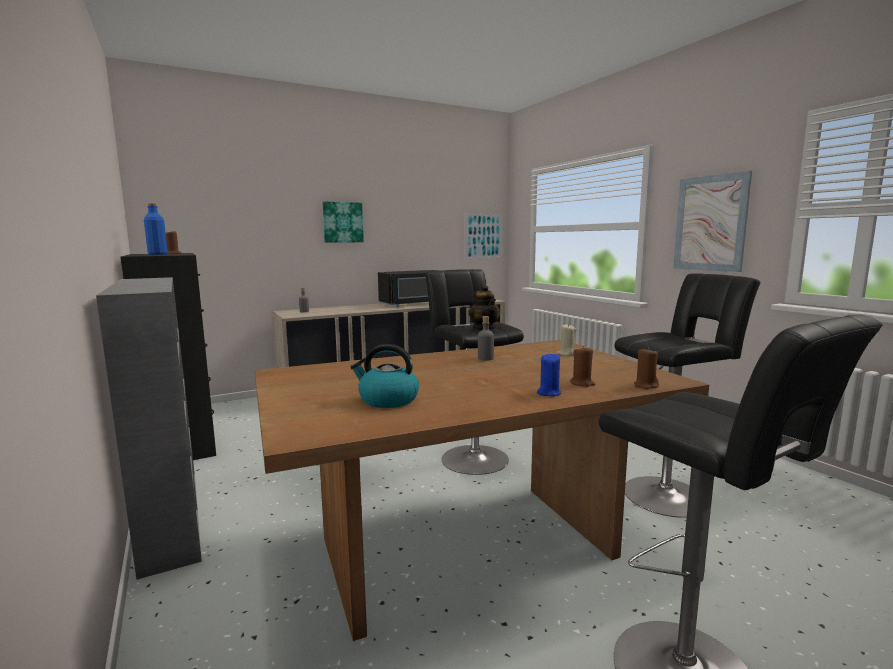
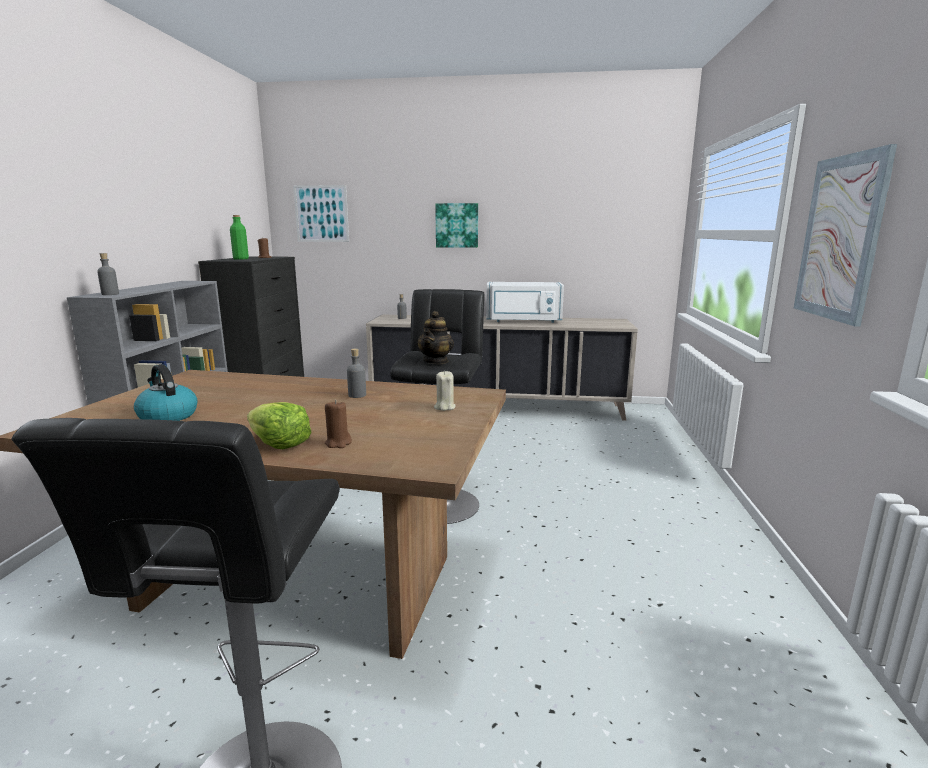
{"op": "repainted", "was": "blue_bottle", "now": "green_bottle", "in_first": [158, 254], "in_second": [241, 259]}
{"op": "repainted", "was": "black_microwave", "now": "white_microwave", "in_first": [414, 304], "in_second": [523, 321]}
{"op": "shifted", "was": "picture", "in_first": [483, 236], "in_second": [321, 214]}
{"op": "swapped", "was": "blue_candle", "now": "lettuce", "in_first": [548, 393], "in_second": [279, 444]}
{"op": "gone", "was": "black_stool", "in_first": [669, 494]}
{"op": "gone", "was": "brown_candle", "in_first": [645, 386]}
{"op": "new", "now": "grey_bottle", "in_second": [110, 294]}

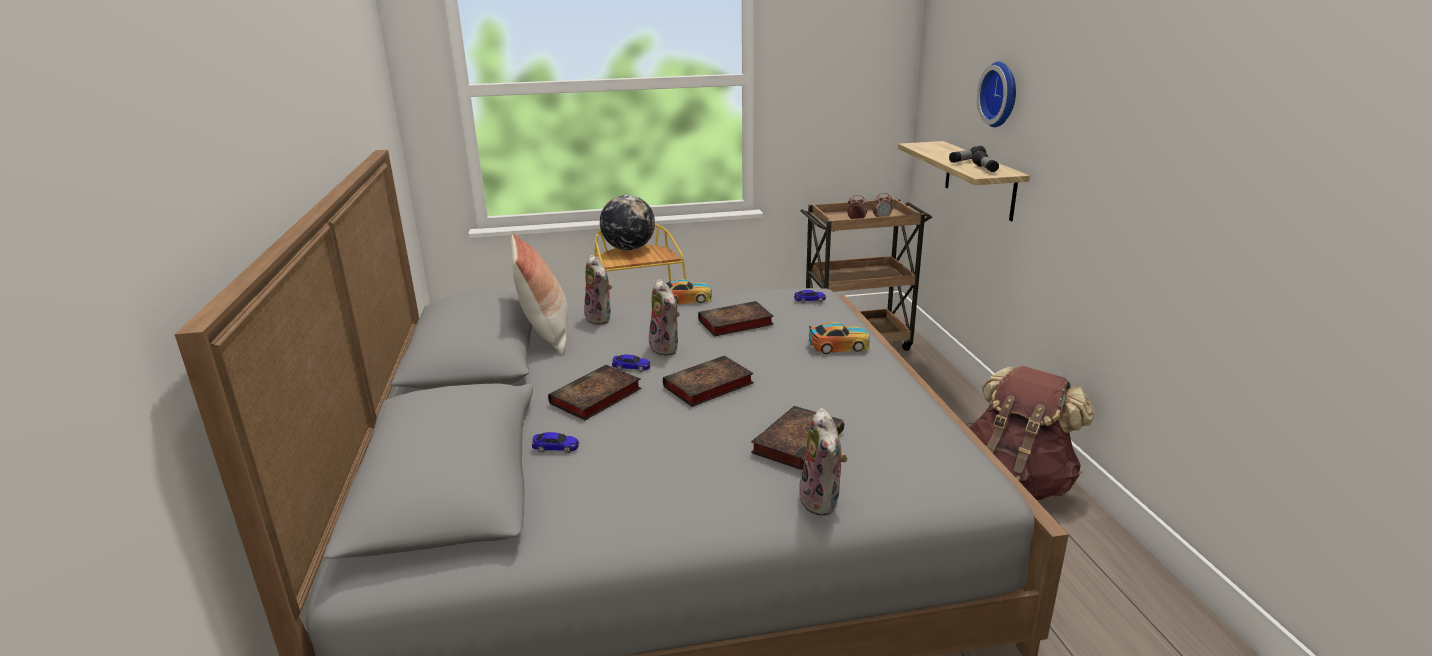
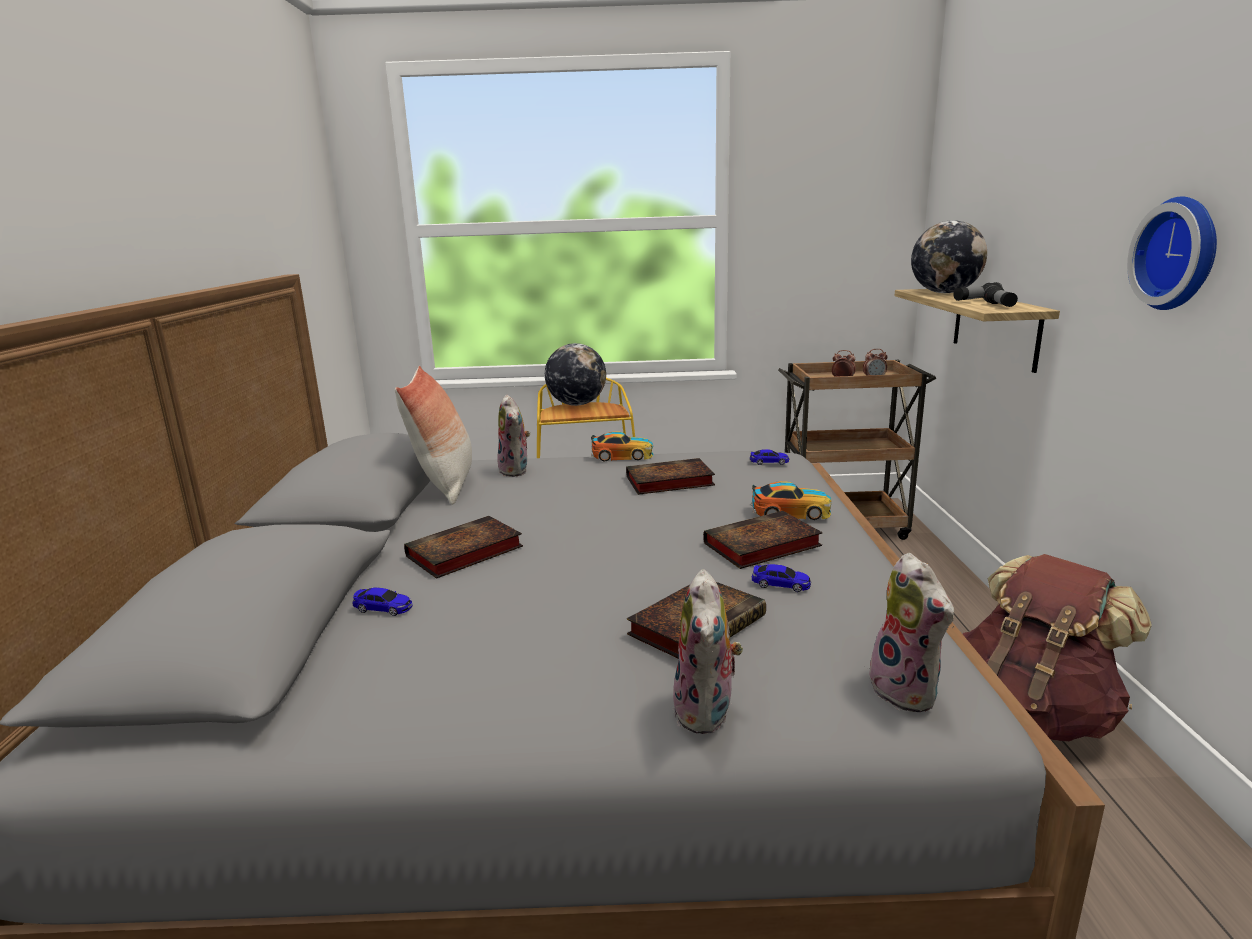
{"op": "shifted", "was": "toy_car", "in_first": [631, 367], "in_second": [781, 585]}
{"op": "shifted", "was": "plush_toy", "in_first": [667, 348], "in_second": [908, 691]}
{"op": "shifted", "was": "book", "in_first": [707, 386], "in_second": [760, 546]}
{"op": "shifted", "was": "wall_clock", "in_first": [1001, 94], "in_second": [1180, 254]}
{"op": "new", "now": "globe", "in_second": [944, 293]}

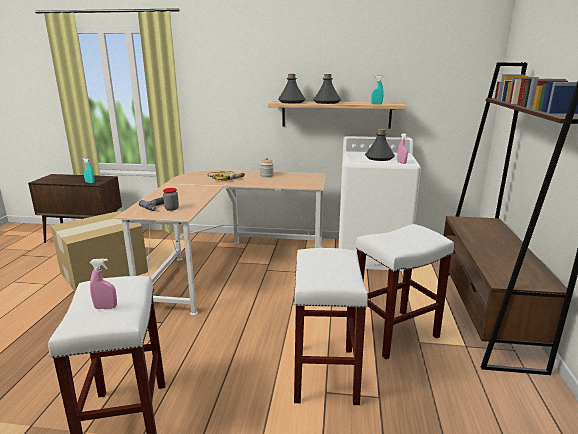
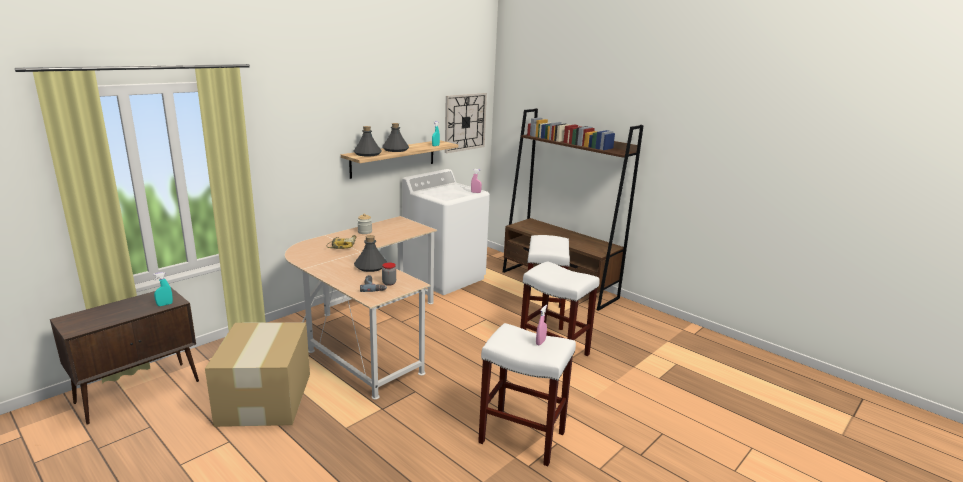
{"op": "shifted", "was": "grey_bottle", "in_first": [379, 158], "in_second": [370, 266]}
{"op": "new", "now": "wall_clock", "in_second": [465, 122]}

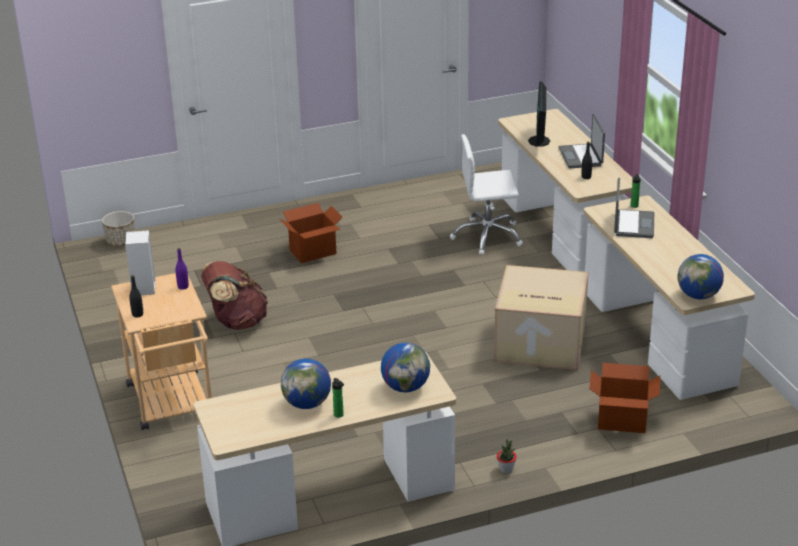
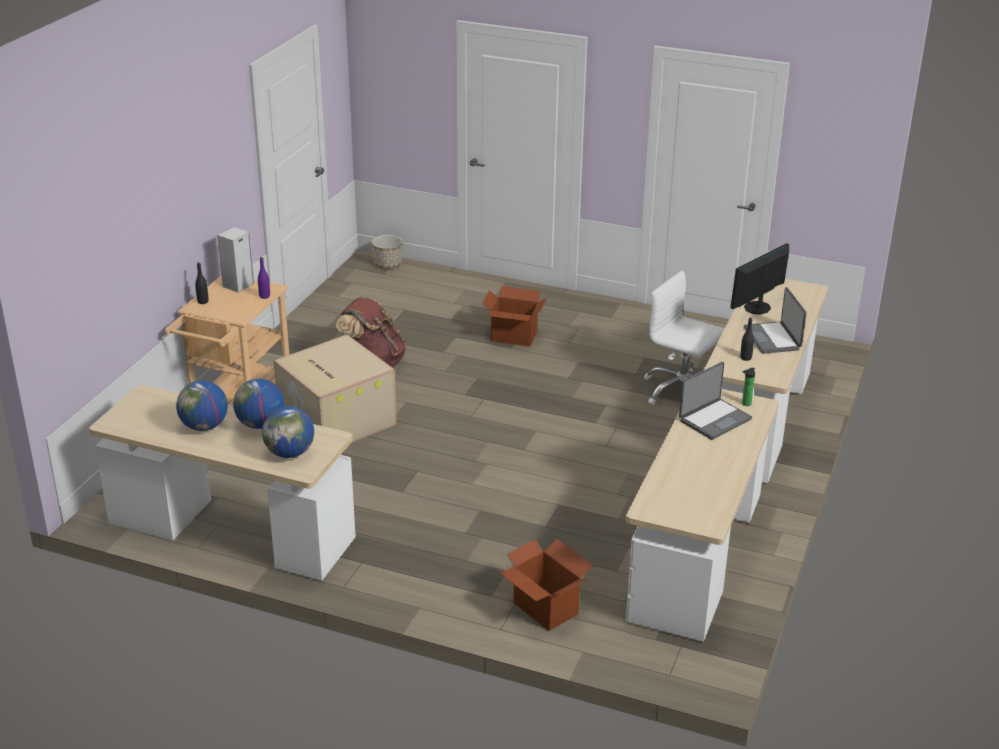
{"op": "gone", "was": "bottle", "in_first": [339, 415]}
{"op": "shifted", "was": "cardboard_box", "in_first": [539, 343], "in_second": [335, 419]}
{"op": "gone", "was": "potted_plant", "in_first": [506, 469]}
{"op": "rotated", "was": "laptop", "in_first": [581, 157], "in_second": [773, 338], "clockwise": -45}
{"op": "shifted", "was": "globe", "in_first": [698, 296], "in_second": [260, 424]}

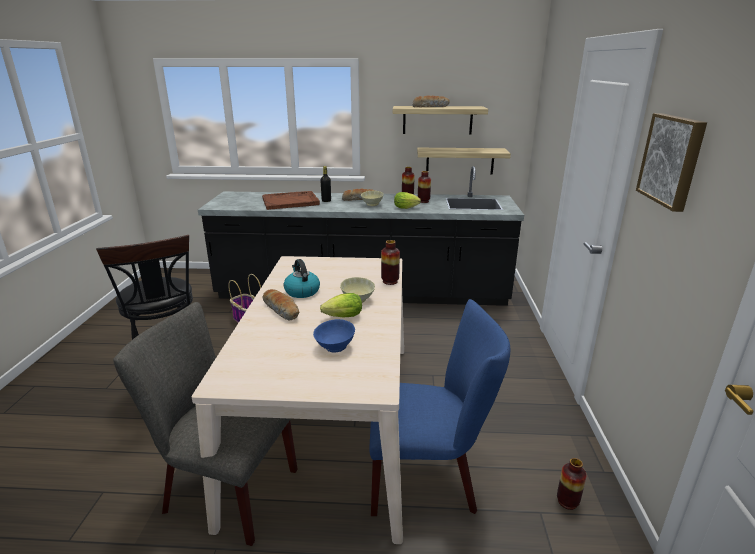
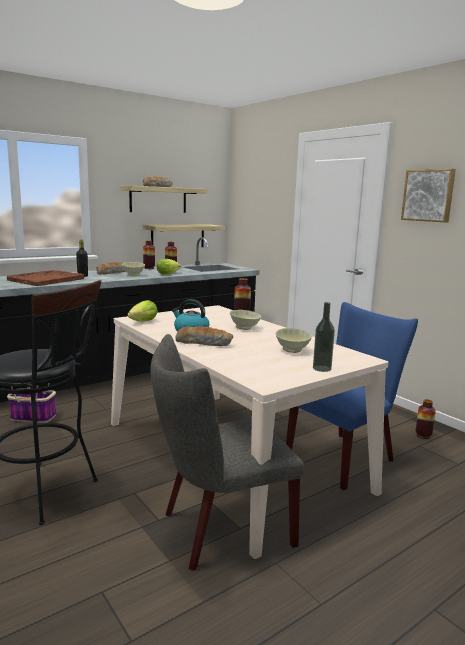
{"op": "repainted", "was": "blue_bowl", "now": "beige_bowl", "in_first": [334, 347], "in_second": [292, 350]}
{"op": "shifted", "was": "lettuce", "in_first": [341, 317], "in_second": [142, 322]}
{"op": "new", "now": "bottle", "in_second": [322, 368]}

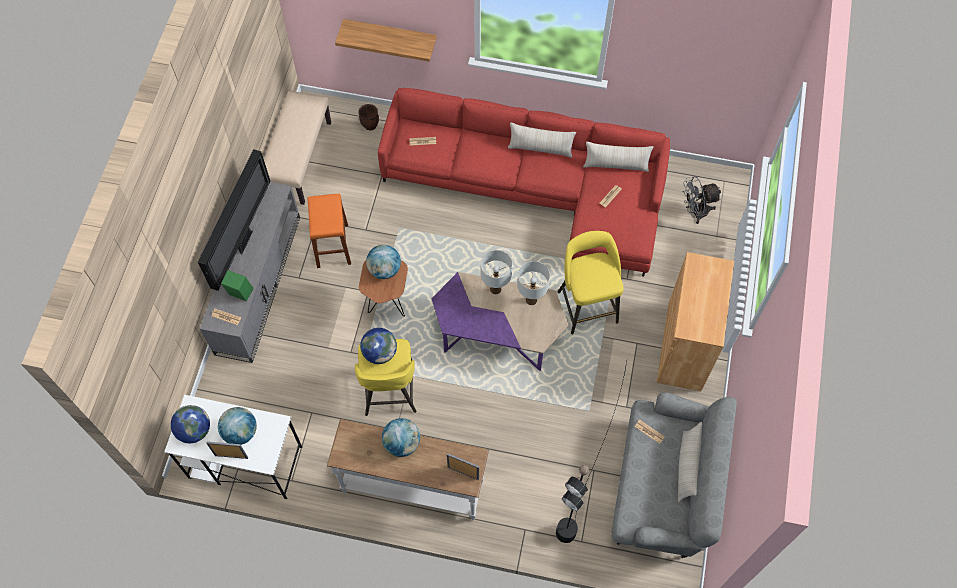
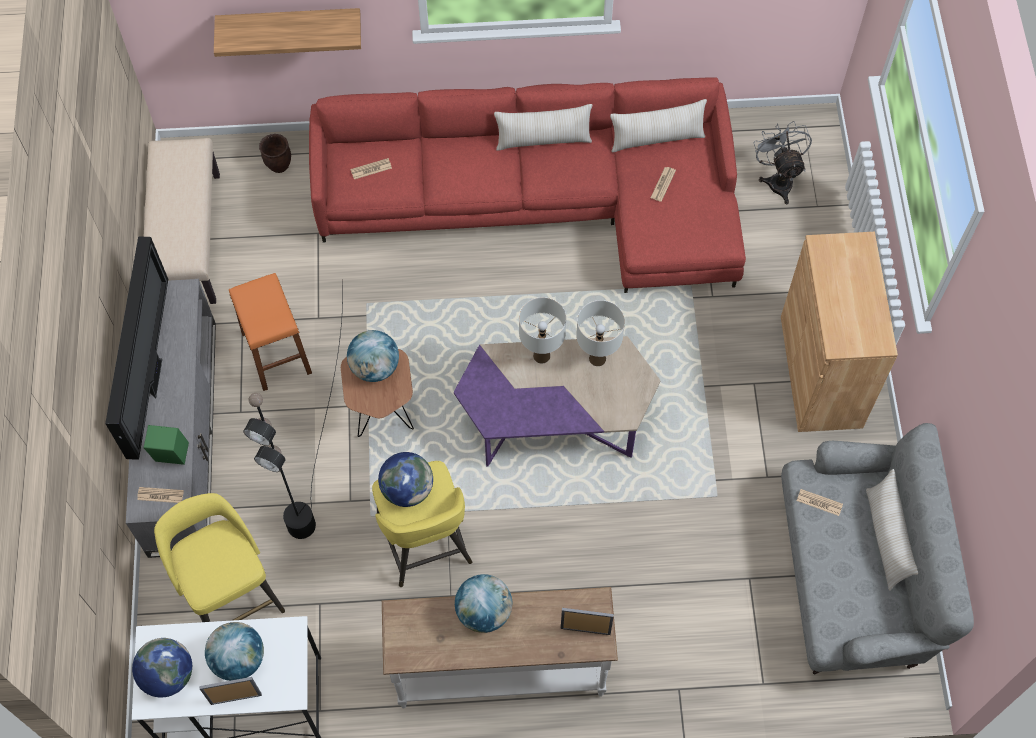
{"op": "shifted", "was": "black_floor_lamp", "in_first": [585, 482], "in_second": [316, 453]}
{"op": "shifted", "was": "yellow_stool", "in_first": [587, 305], "in_second": [231, 595]}
{"op": "rotated", "was": "grey_fan", "in_first": [695, 212], "in_second": [778, 179], "clockwise": 105}

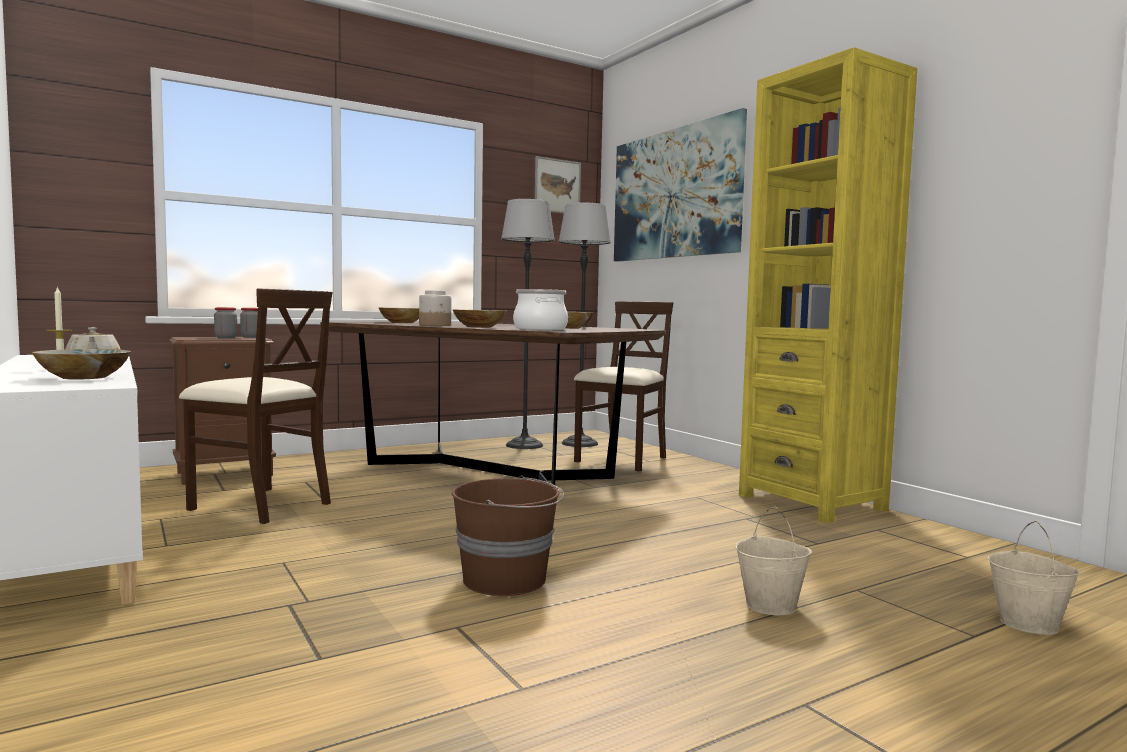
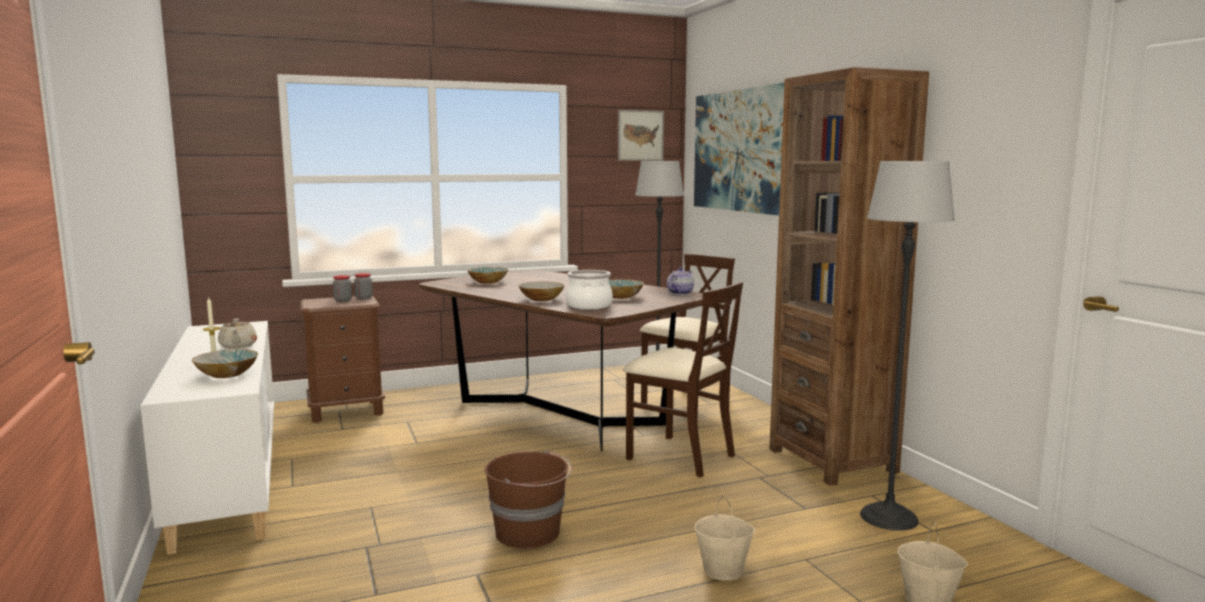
{"op": "shifted", "was": "beige_chair", "in_first": [261, 505], "in_second": [680, 456]}
{"op": "gone", "was": "jar", "in_first": [435, 325]}
{"op": "shifted", "was": "floor_lamp", "in_first": [524, 445], "in_second": [888, 517]}
{"op": "repainted", "was": "yellow_bookcase", "now": "brown_bookcase", "in_first": [811, 502], "in_second": [832, 460]}
{"op": "new", "now": "teapot", "in_second": [679, 293]}

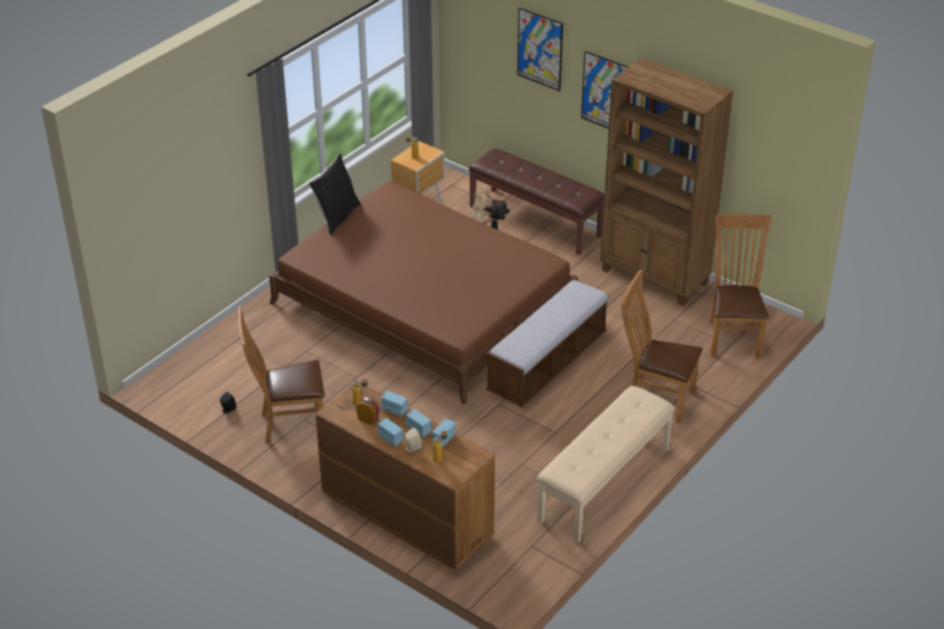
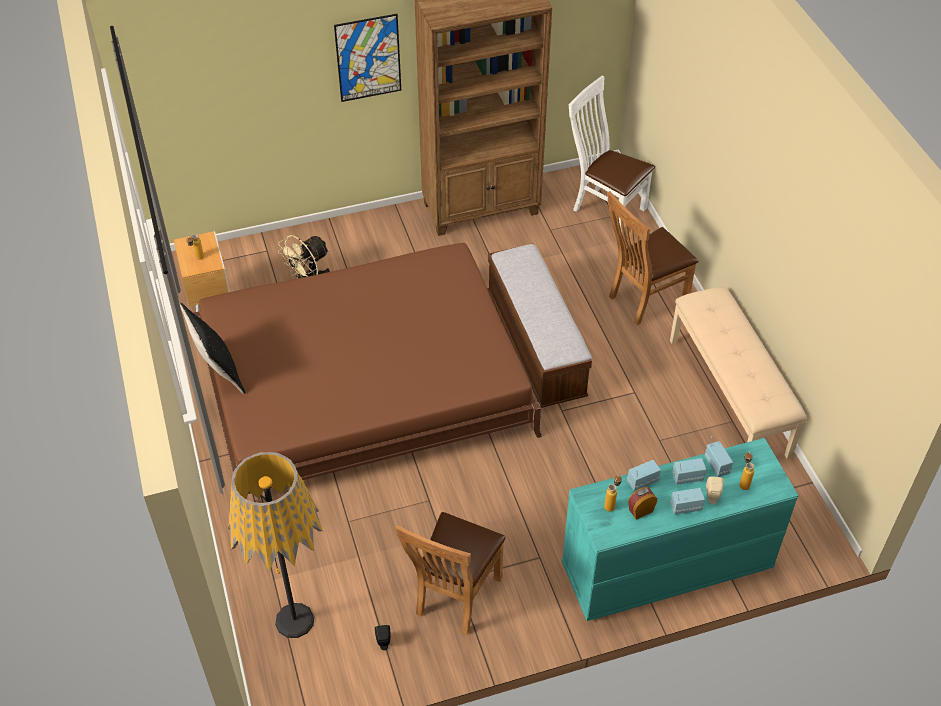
{"op": "repainted", "was": "brown_dresser", "now": "turquoise_dresser", "in_first": [406, 515], "in_second": [665, 567]}
{"op": "gone", "was": "brown_bench", "in_first": [536, 221]}
{"op": "gone", "was": "picture", "in_first": [540, 49]}
{"op": "repainted", "was": "brown_chair", "now": "white_chair", "in_first": [733, 337], "in_second": [605, 208]}
{"op": "new", "now": "floor_lamp", "in_second": [294, 620]}

